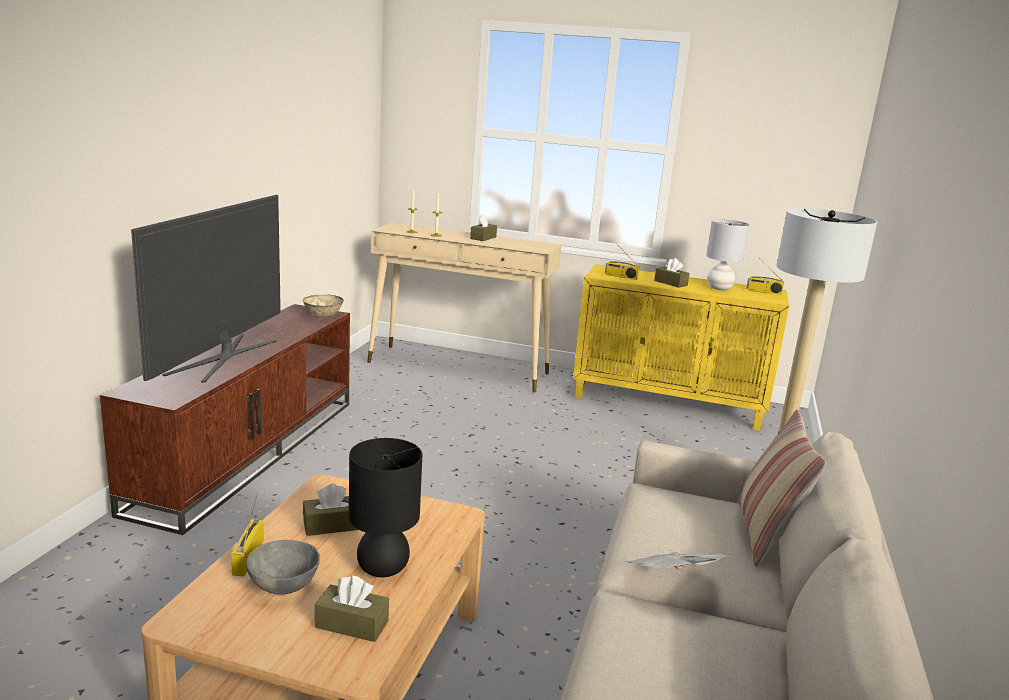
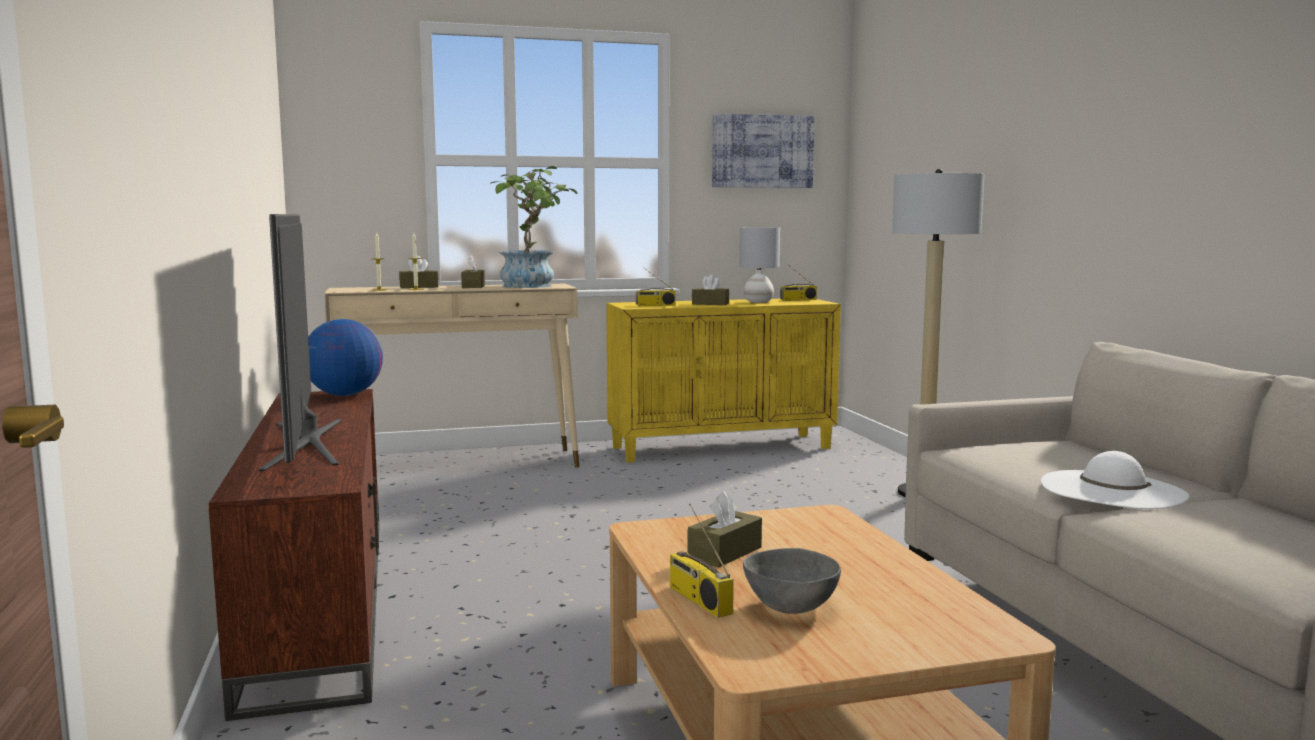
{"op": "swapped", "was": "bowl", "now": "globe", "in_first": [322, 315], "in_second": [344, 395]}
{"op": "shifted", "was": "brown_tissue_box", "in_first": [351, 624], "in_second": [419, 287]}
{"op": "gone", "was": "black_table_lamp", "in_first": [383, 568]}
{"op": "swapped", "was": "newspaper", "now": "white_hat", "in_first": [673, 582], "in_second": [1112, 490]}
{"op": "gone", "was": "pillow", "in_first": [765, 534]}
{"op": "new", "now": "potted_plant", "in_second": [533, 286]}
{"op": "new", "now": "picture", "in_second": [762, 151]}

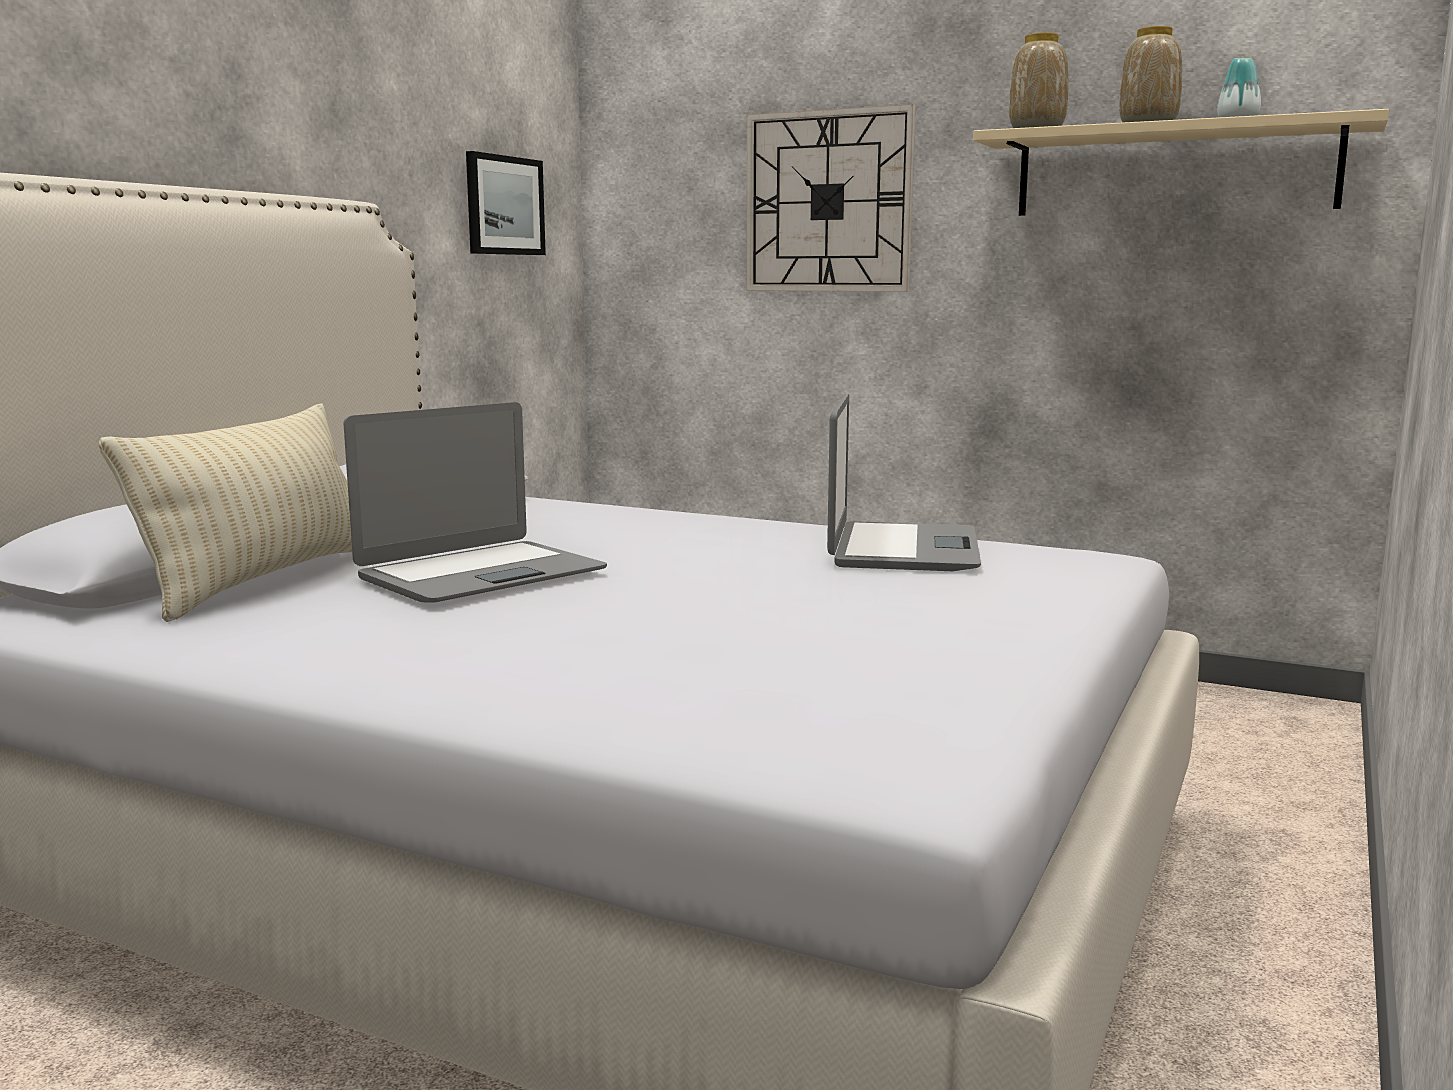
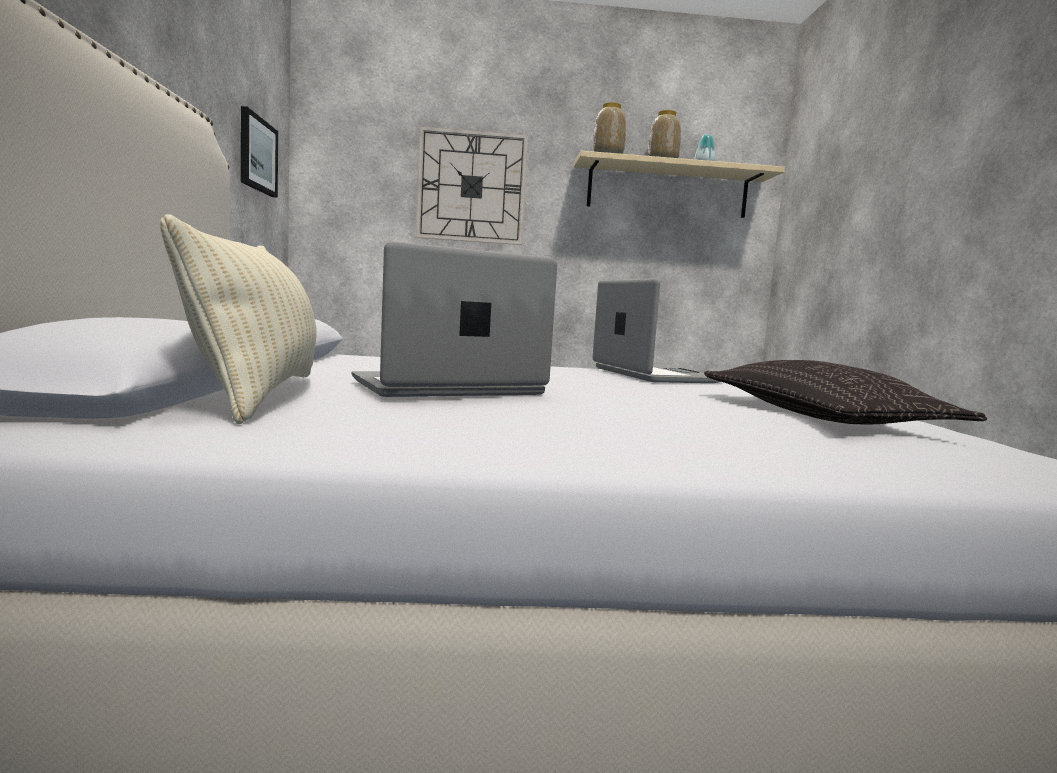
{"op": "rotated", "was": "laptop", "in_first": [480, 575], "in_second": [447, 387], "clockwise": -135}
{"op": "new", "now": "pillow", "in_second": [814, 414]}

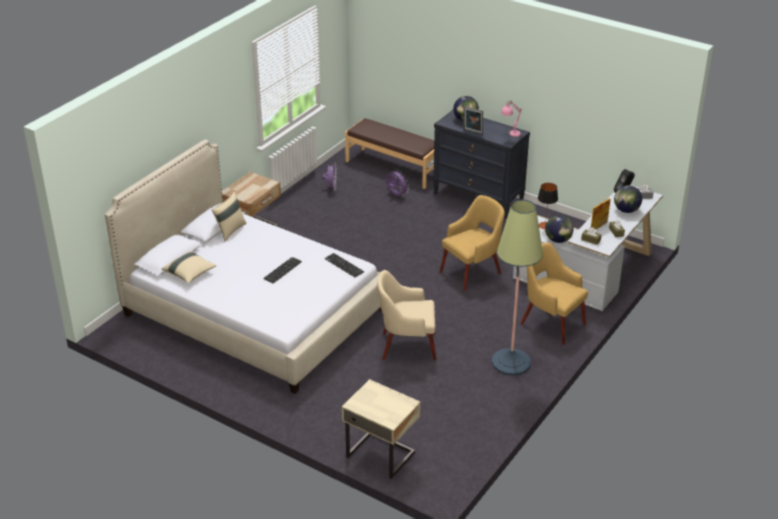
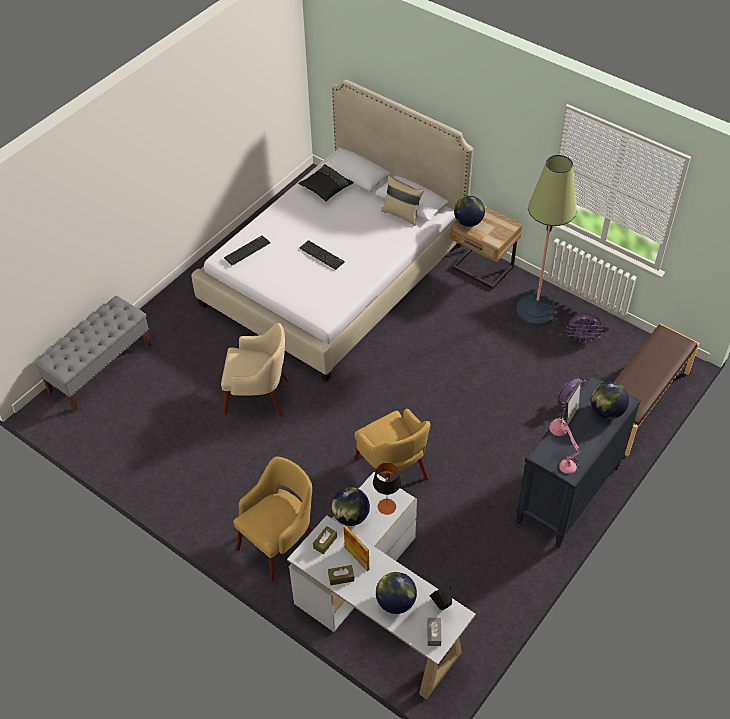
{"op": "repainted", "was": "beige_pillow", "now": "black_pillow", "in_first": [190, 273], "in_second": [326, 189]}
{"op": "shifted", "was": "keyboard", "in_first": [344, 265], "in_second": [247, 250]}
{"op": "swapped", "was": "beige_nightstand", "now": "grey_bench", "in_first": [381, 454], "in_second": [100, 368]}
{"op": "rotated", "was": "beige_armchair", "in_first": [406, 346], "in_second": [258, 396], "clockwise": 90}
{"op": "shifted", "was": "floor_lamp", "in_first": [511, 362], "in_second": [536, 310]}
{"op": "new", "now": "globe", "in_second": [468, 222]}

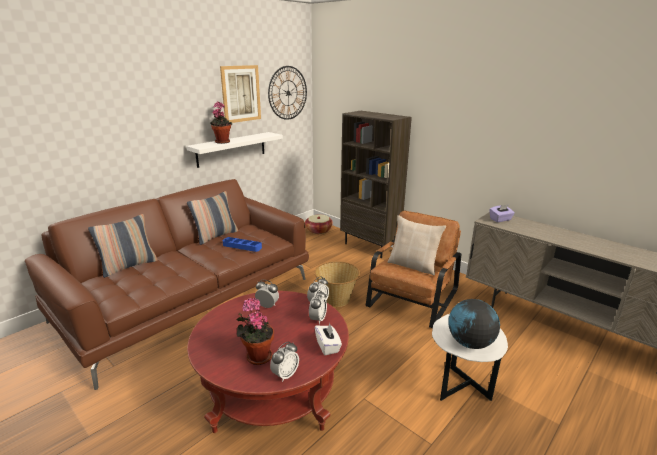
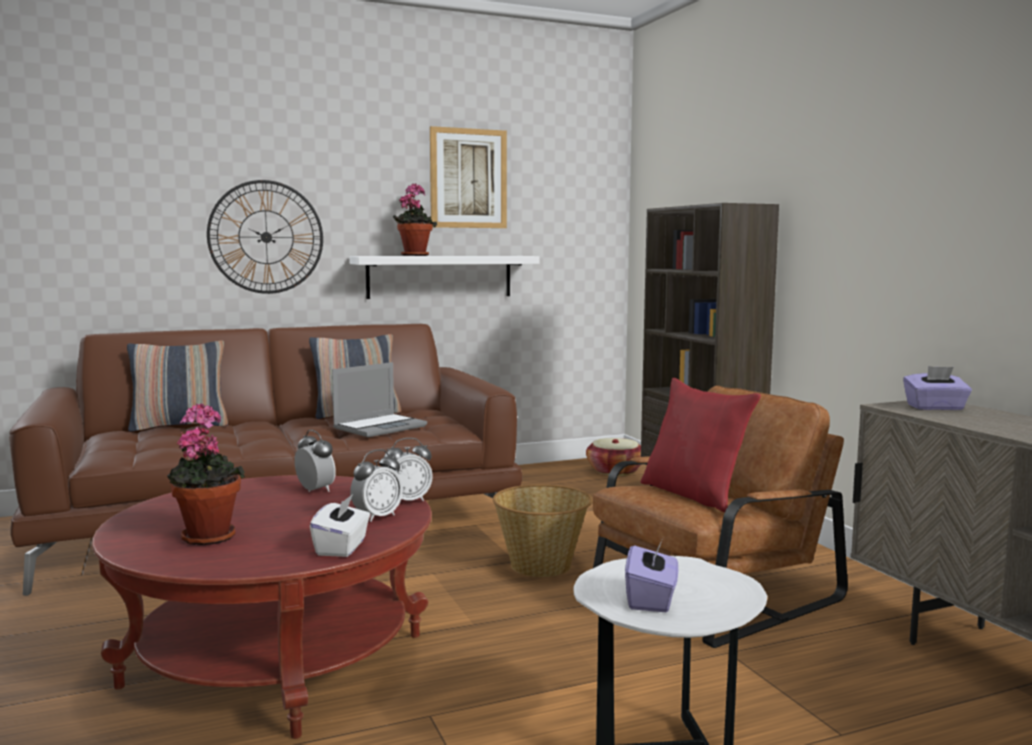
{"op": "swapped", "was": "blue_tray", "now": "laptop", "in_first": [242, 246], "in_second": [380, 427]}
{"op": "shifted", "was": "wall_clock", "in_first": [288, 93], "in_second": [266, 237]}
{"op": "gone", "was": "alarm_clock", "in_first": [285, 375]}
{"op": "repainted", "was": "beige_pillow", "now": "red_pillow", "in_first": [413, 265], "in_second": [694, 494]}
{"op": "swapped", "was": "globe", "now": "purple_tissue_box", "in_first": [470, 343], "in_second": [651, 599]}

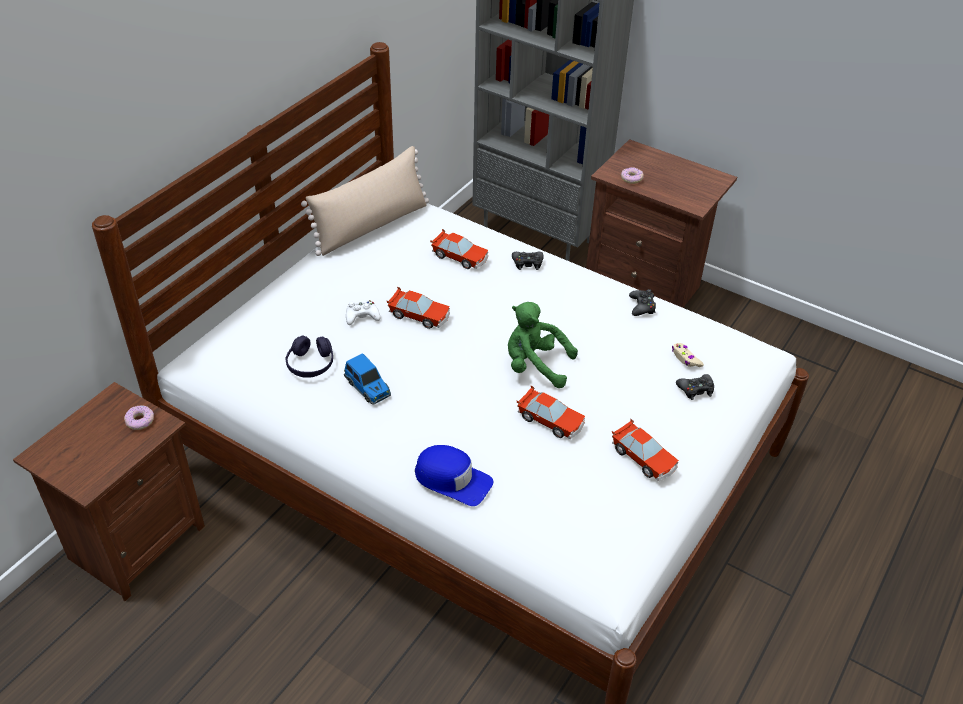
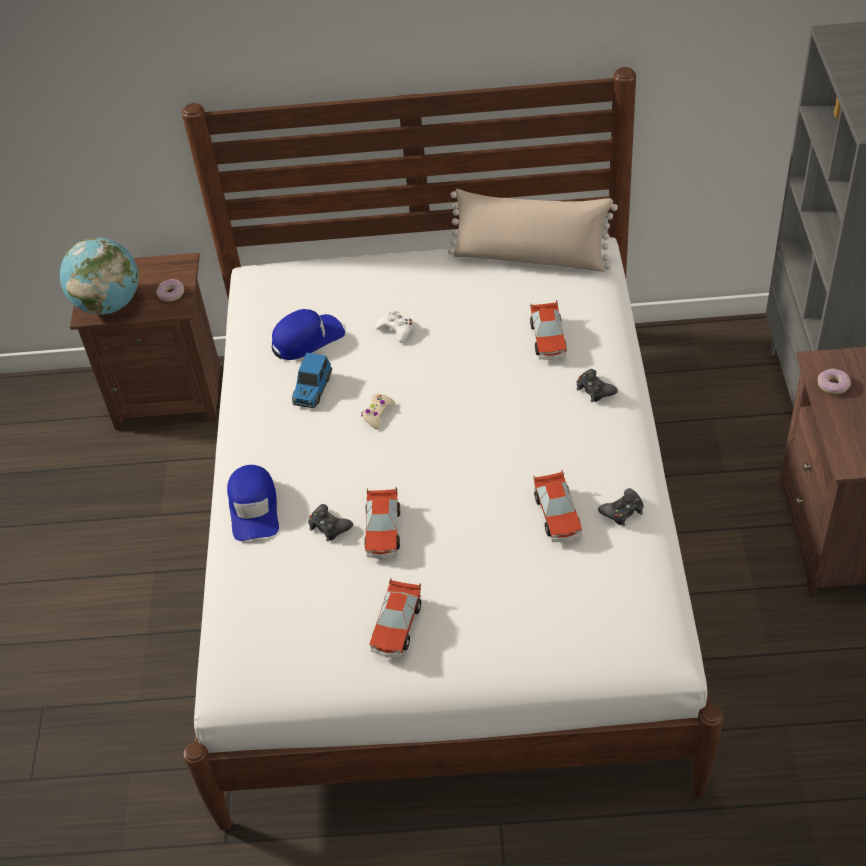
{"op": "swapped", "was": "purple_headphones", "now": "blue_cap", "in_first": [310, 364], "in_second": [307, 338]}
{"op": "shifted", "was": "toy_car", "in_first": [419, 316], "in_second": [557, 515]}
{"op": "gone", "was": "green_plush_toy", "in_first": [535, 366]}
{"op": "shifted", "was": "beige_game_controller", "in_first": [685, 358], "in_second": [377, 414]}
{"op": "shifted", "was": "black_game_controller", "in_first": [696, 389], "in_second": [329, 526]}
{"op": "new", "now": "globe", "in_second": [108, 304]}

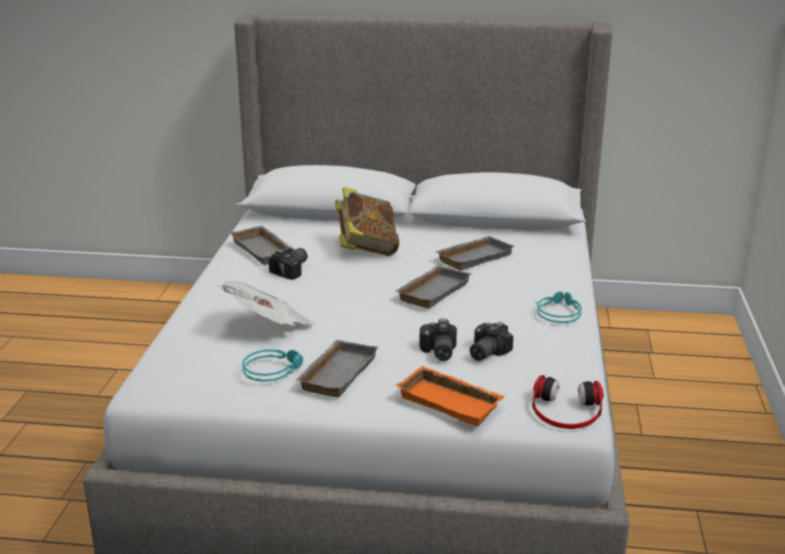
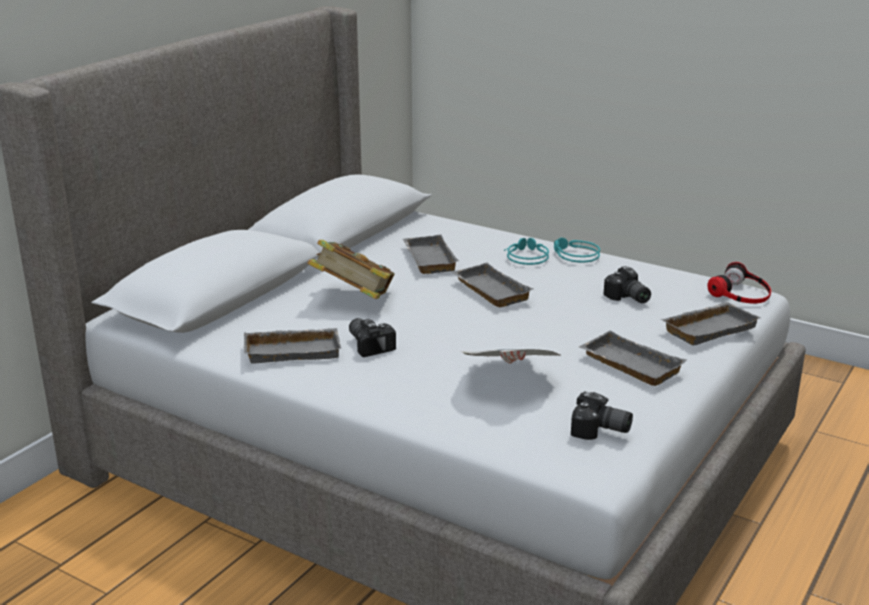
{"op": "shifted", "was": "turquoise_headphones", "in_first": [272, 369], "in_second": [526, 257]}
{"op": "repainted", "was": "orange_tray", "now": "grey_tray", "in_first": [452, 401], "in_second": [708, 328]}
{"op": "shifted", "was": "photo_camera", "in_first": [437, 352], "in_second": [600, 431]}

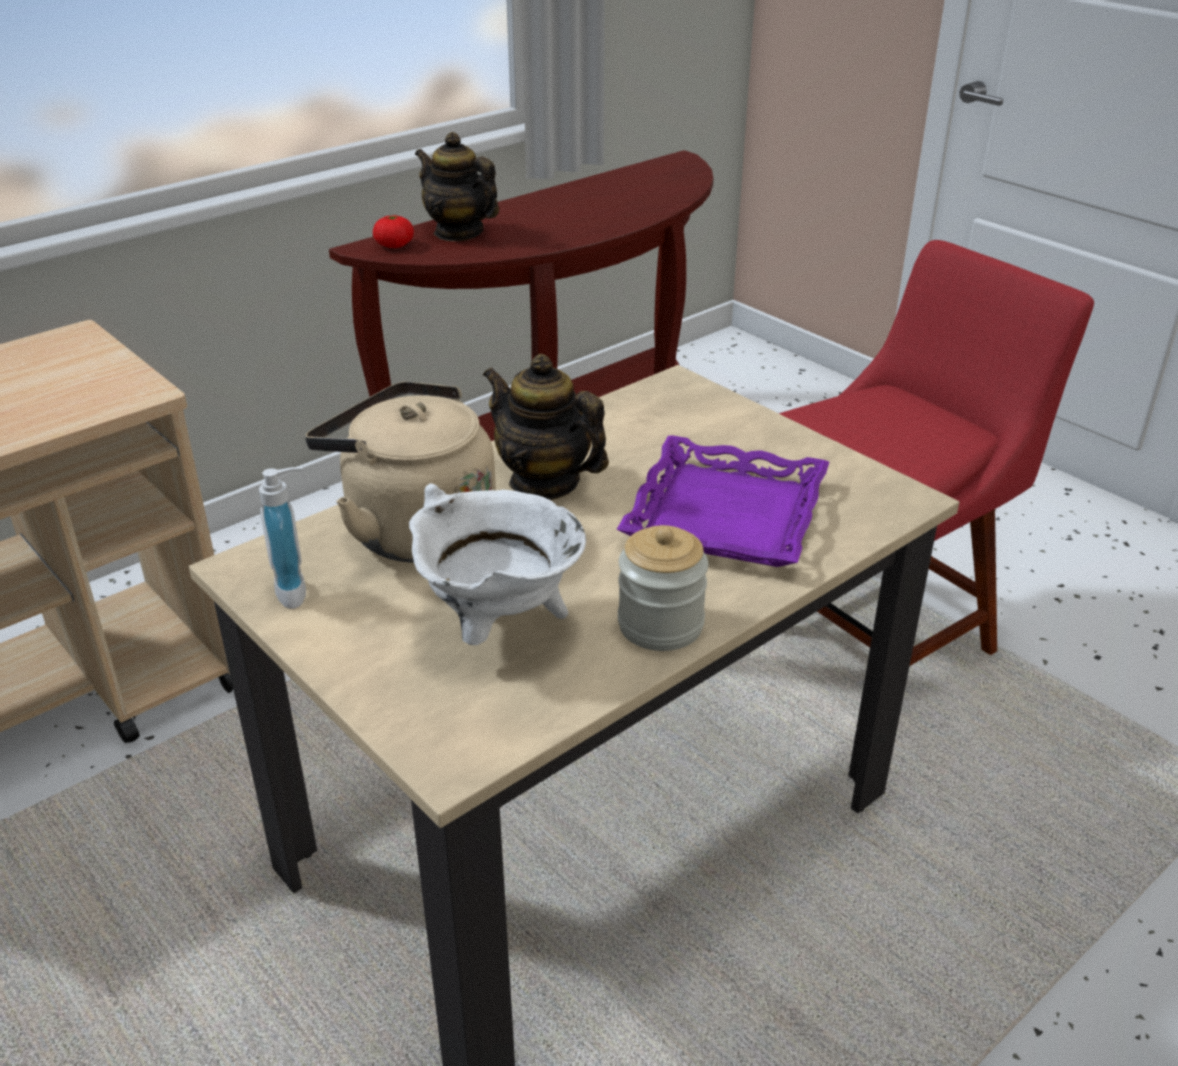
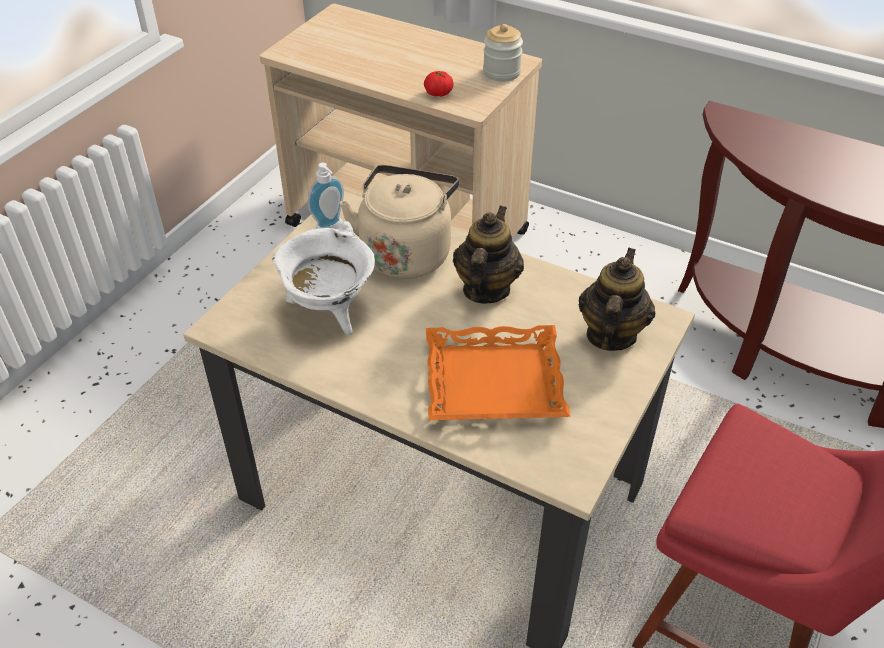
{"op": "shifted", "was": "tomato", "in_first": [394, 245], "in_second": [438, 93]}
{"op": "shifted", "was": "teapot", "in_first": [458, 233], "in_second": [610, 335]}
{"op": "repainted", "was": "purple_tray", "now": "orange_tray", "in_first": [727, 515], "in_second": [493, 383]}
{"op": "shifted", "was": "jar", "in_first": [660, 625], "in_second": [501, 72]}

